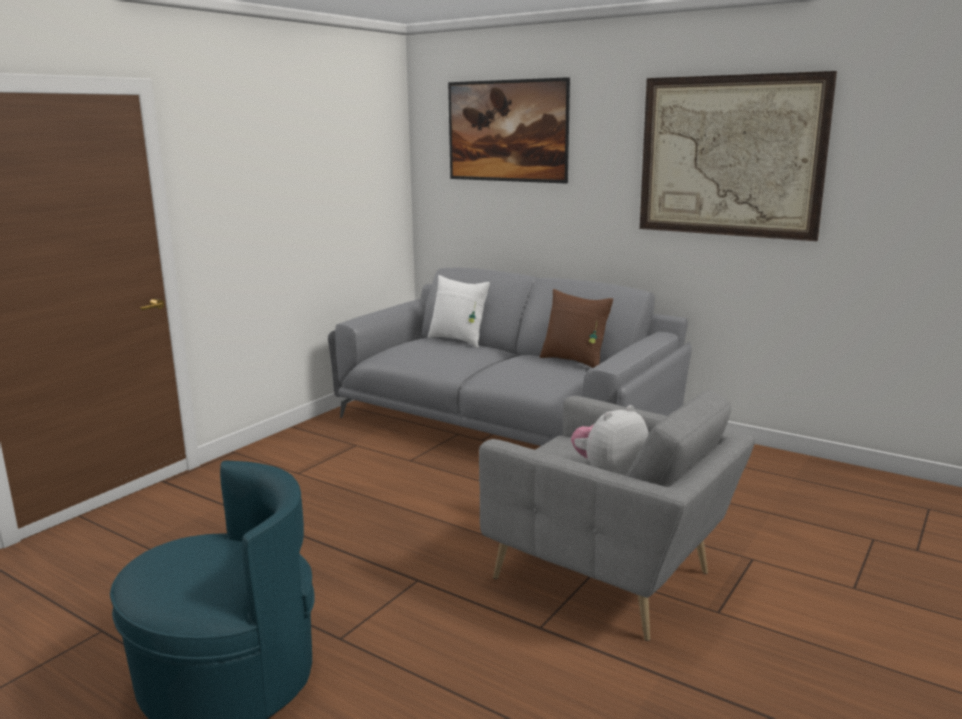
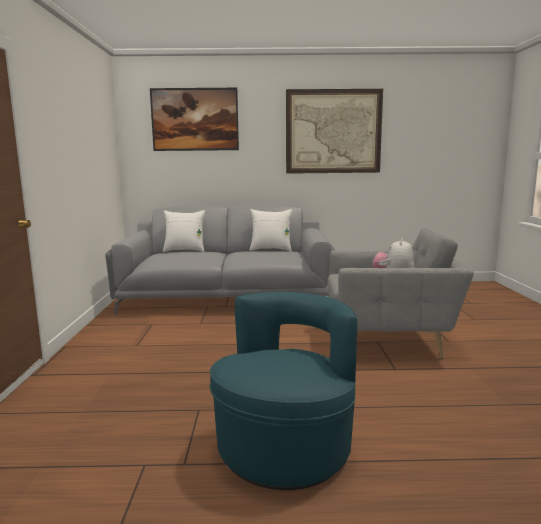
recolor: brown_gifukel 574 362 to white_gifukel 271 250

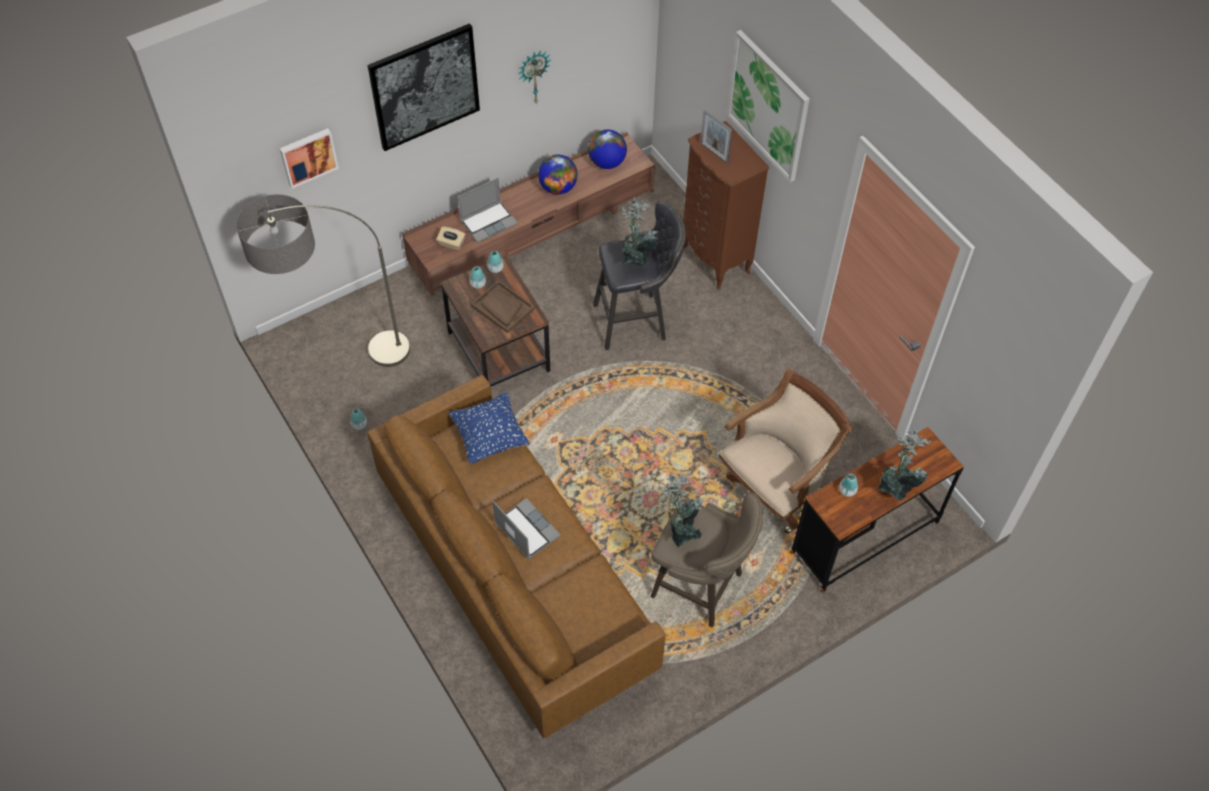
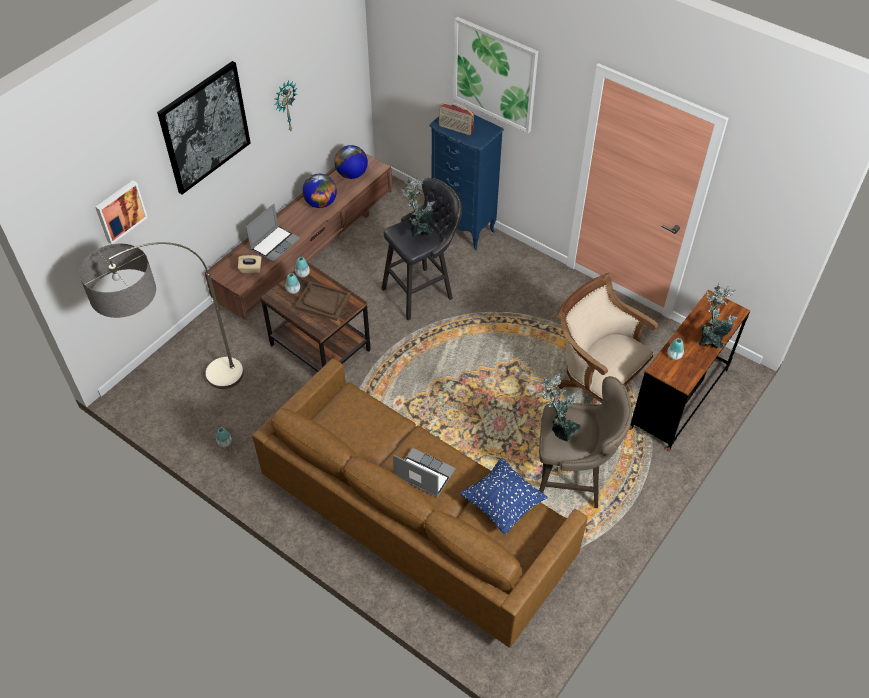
move: blue_gifukel 490 437 to 502 504
replace: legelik 714 153 to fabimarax 455 129
recolor: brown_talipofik 713 261 to blue_talipofik 462 230
rotate: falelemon 774 493 = 594 388 75 degrees counterclockwise

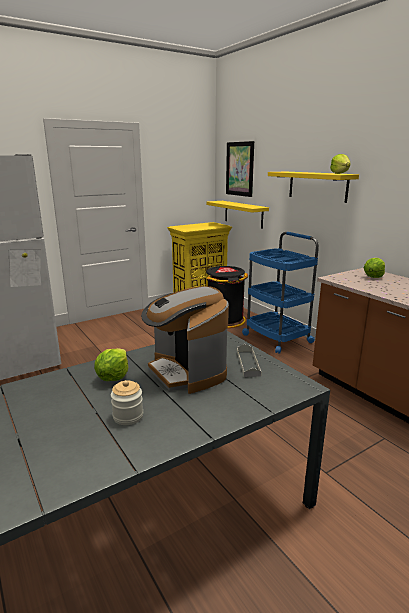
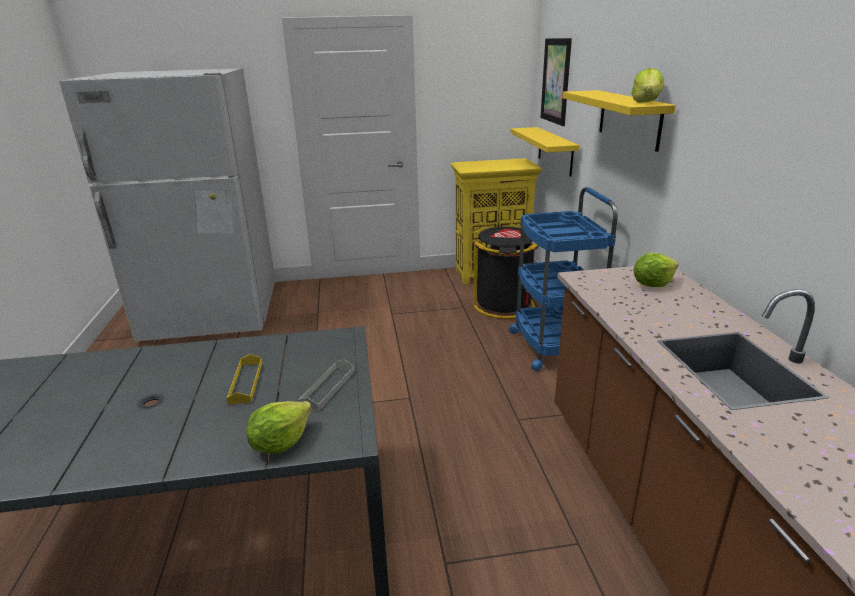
delete: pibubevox 128 416
move: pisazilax 113 377 to 280 443
replace: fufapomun 186 372 to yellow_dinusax 246 382

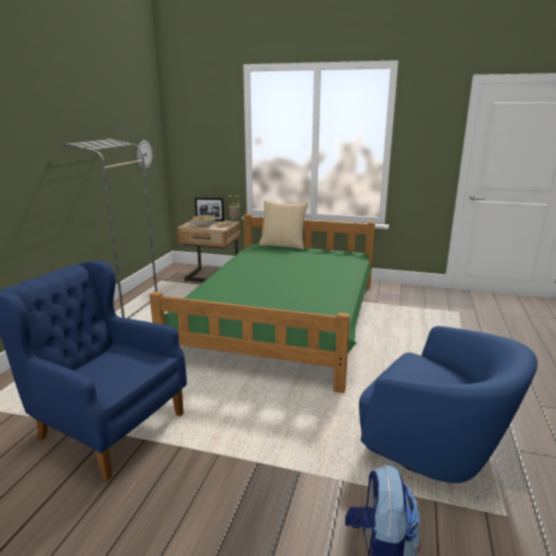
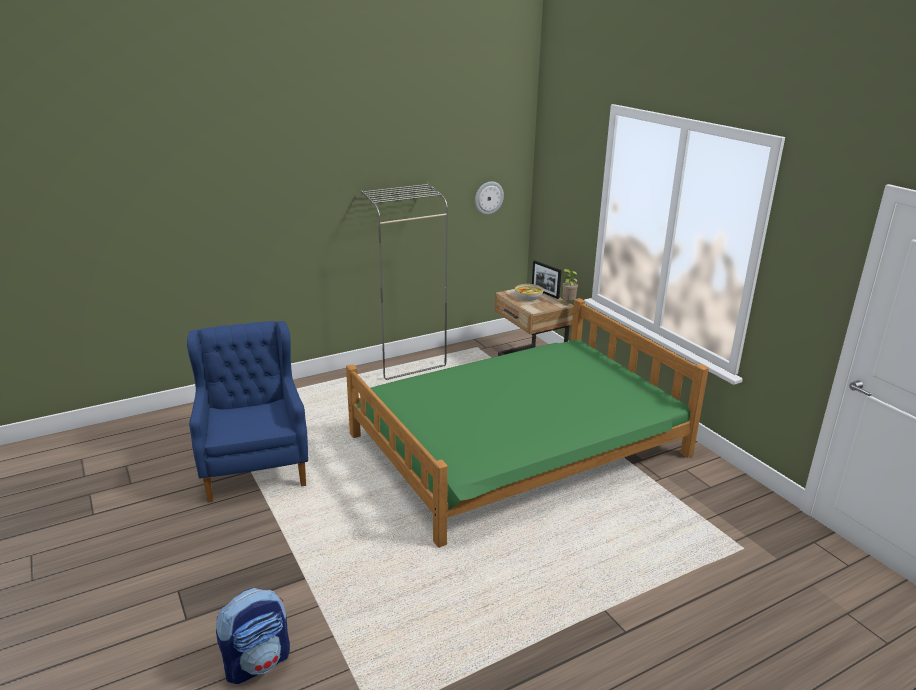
delete: beige_gifukel 283 245; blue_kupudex 434 448

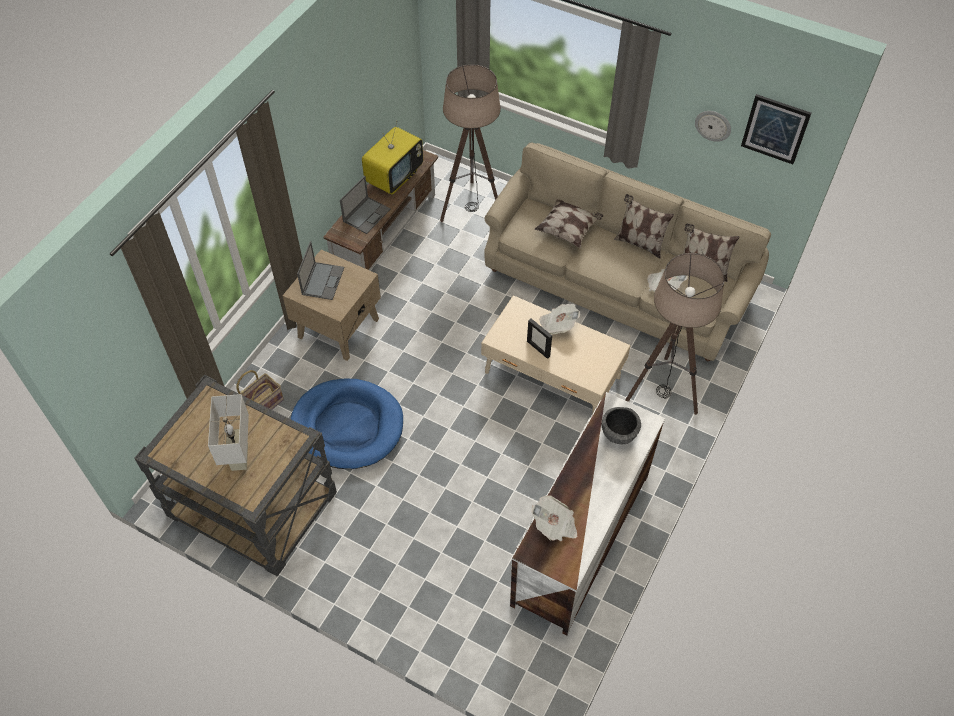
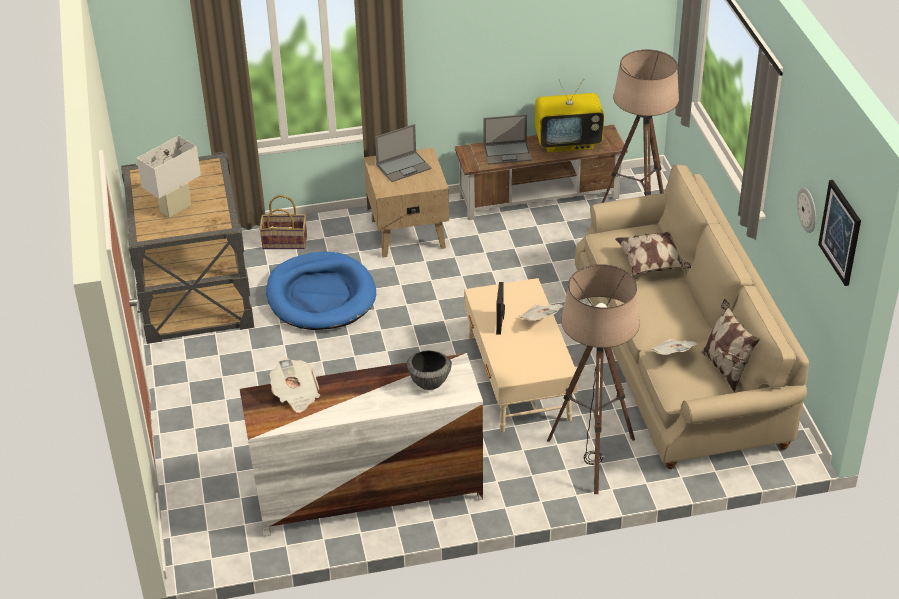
delete: gifukel 639 243

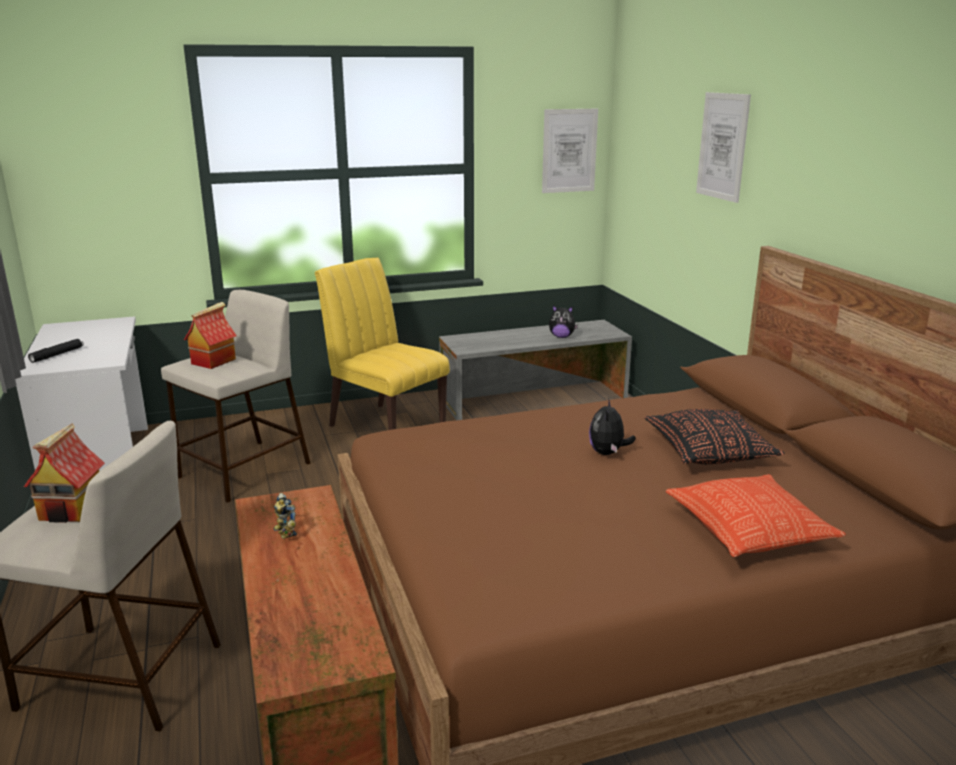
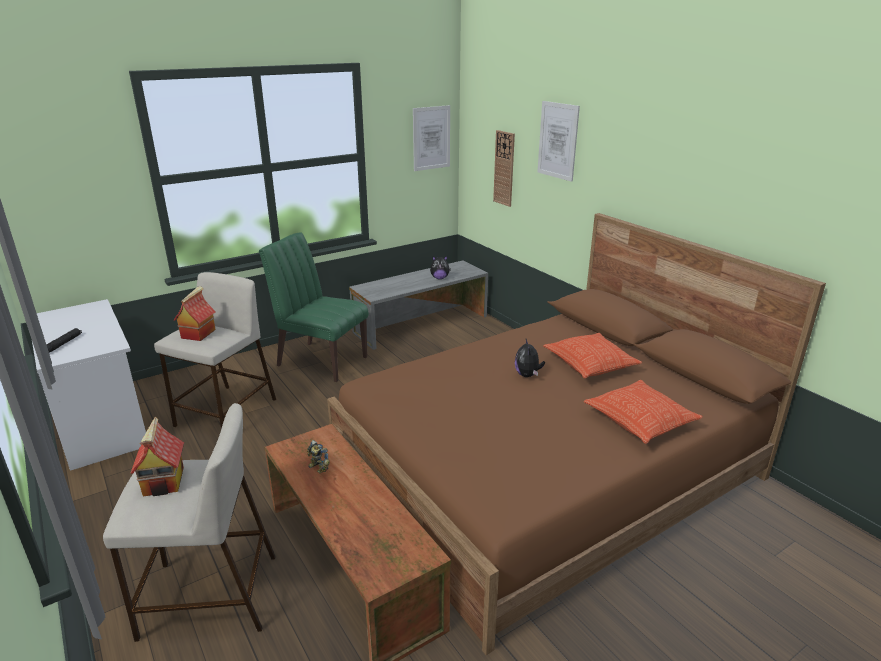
insert: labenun 504 168
recolor: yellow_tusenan 387 428 to green_tusenan 323 361; black_gifukel 709 452 to orange_gifukel 590 365

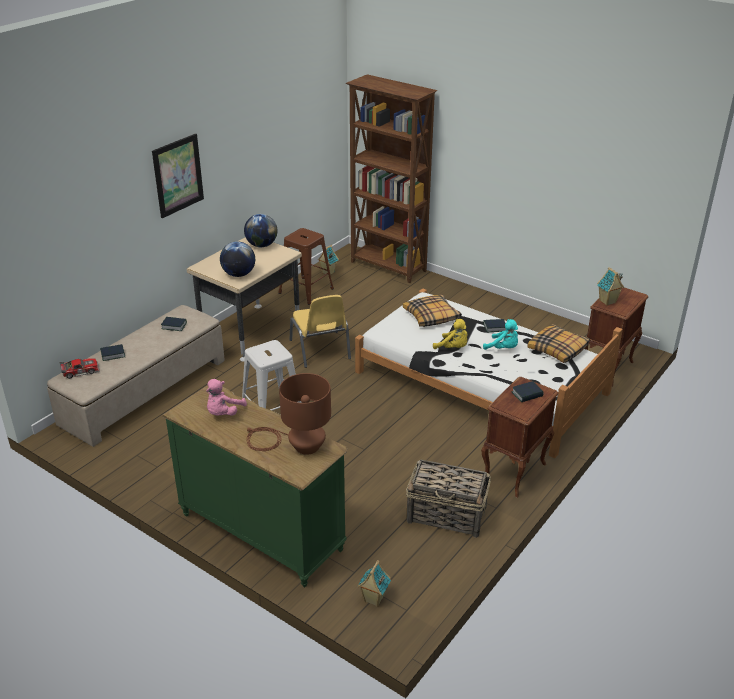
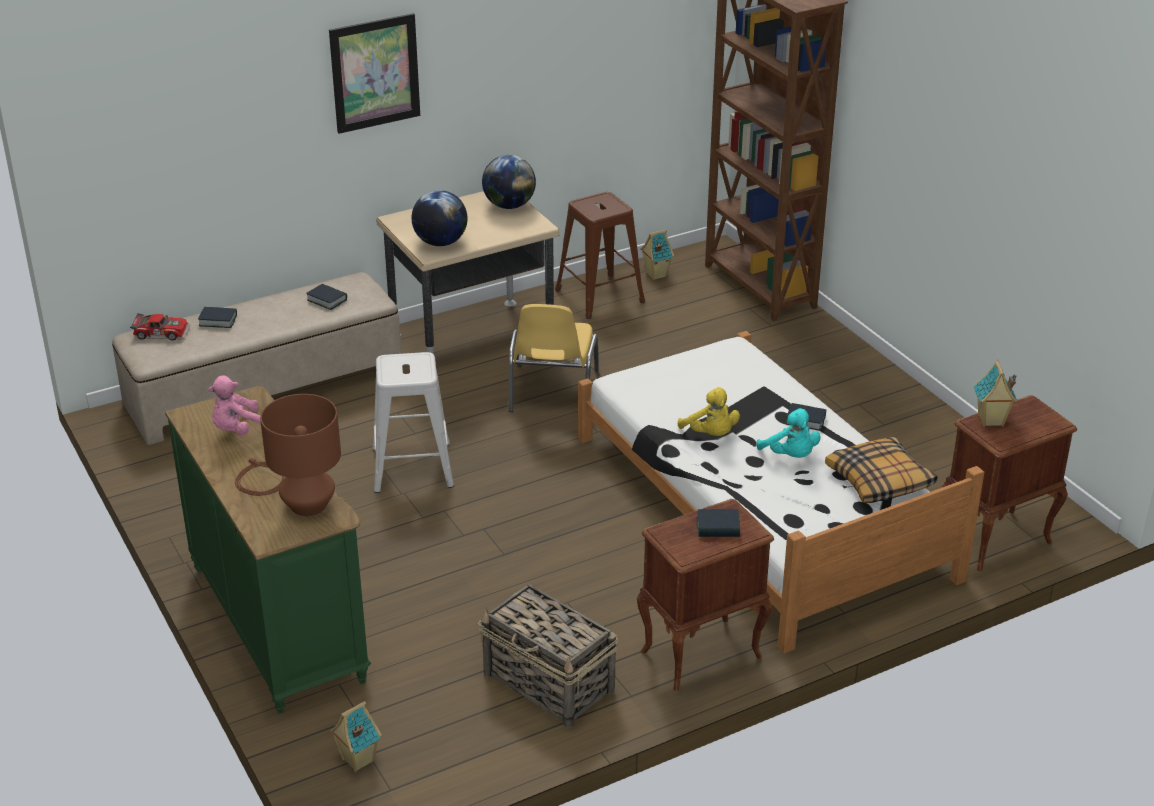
delete: gifukel 431 317

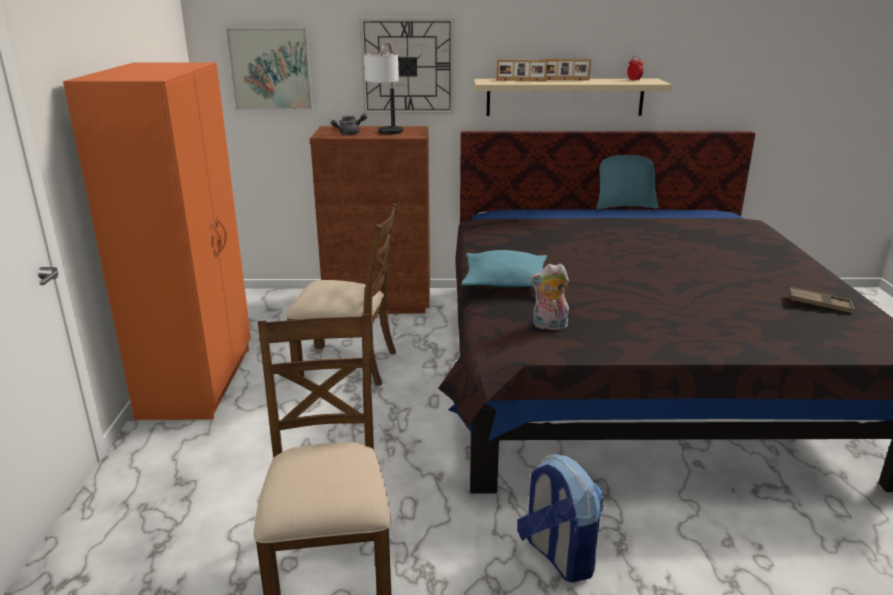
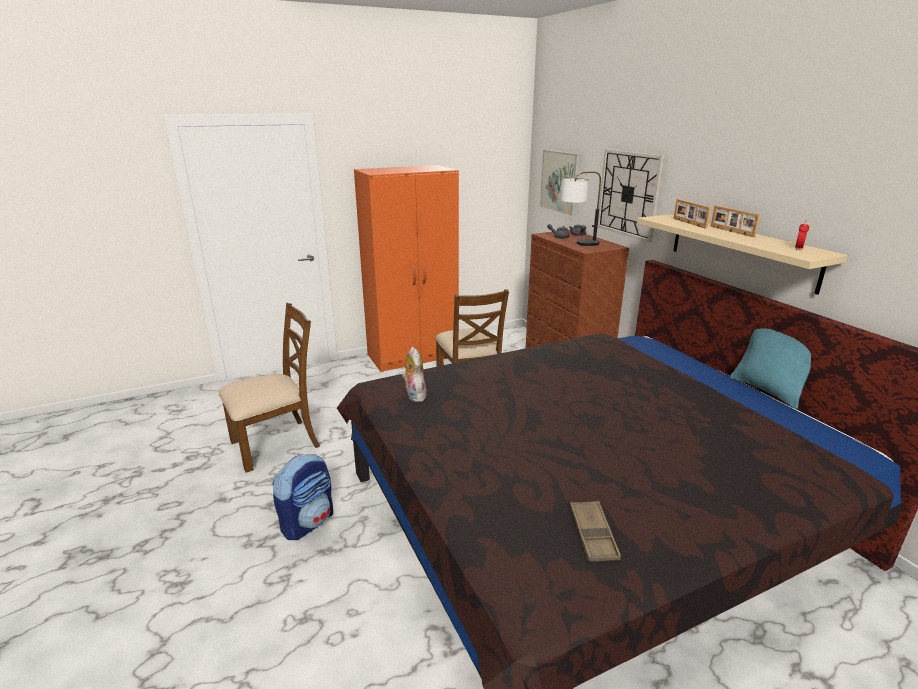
delete: turquoise_gifukel 505 281

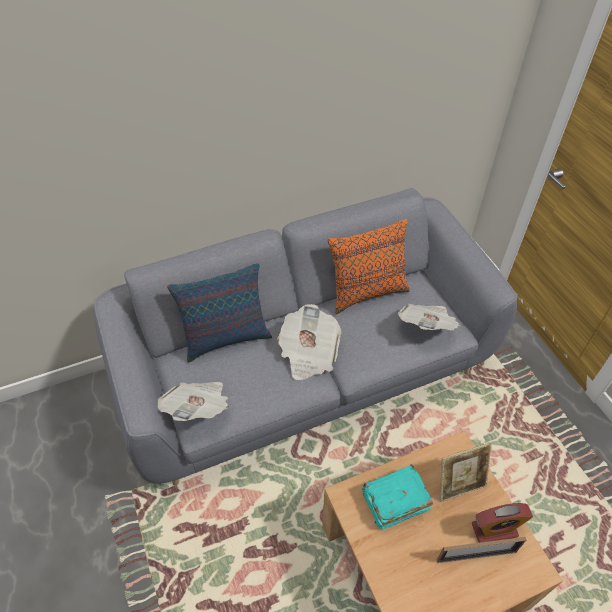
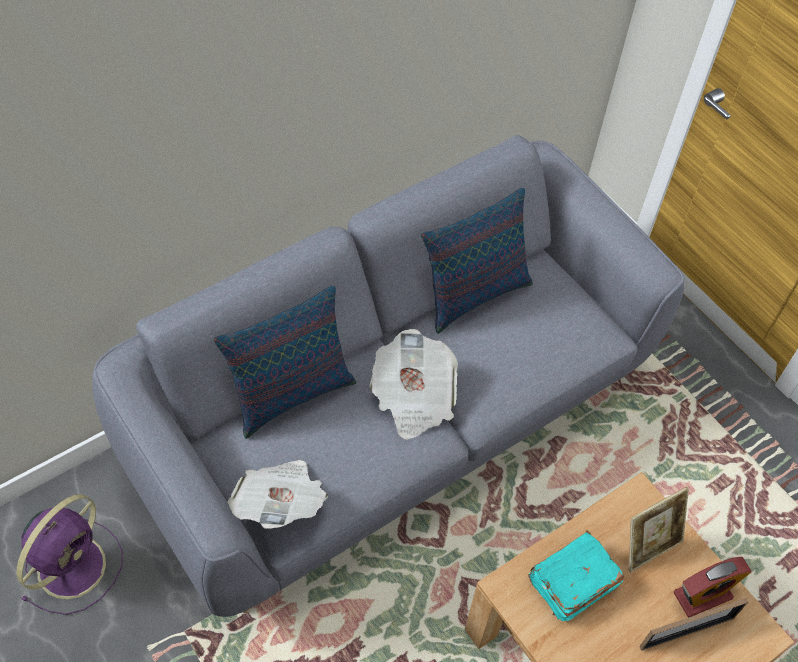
delete: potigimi 427 326
insert: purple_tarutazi 74 564
recolor: orange_gifukel 368 294 to blue_gifukel 475 296

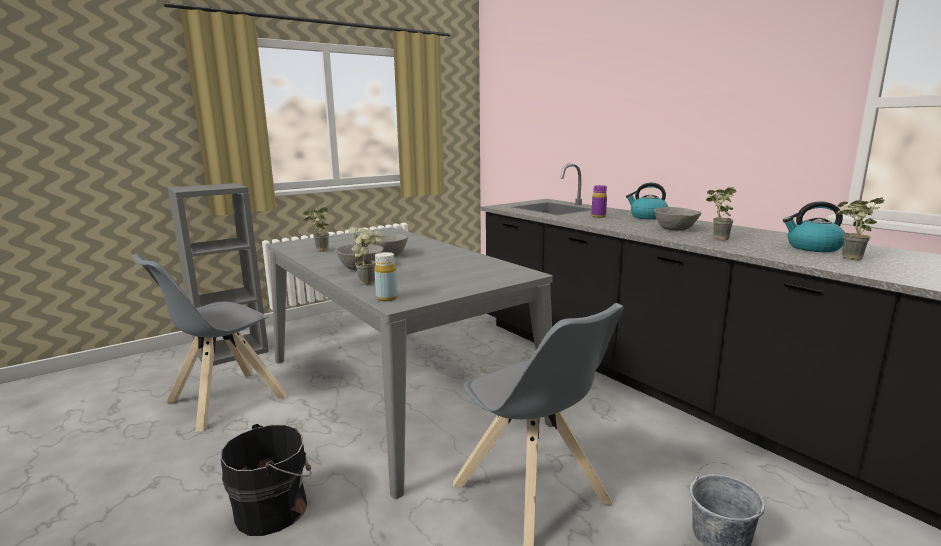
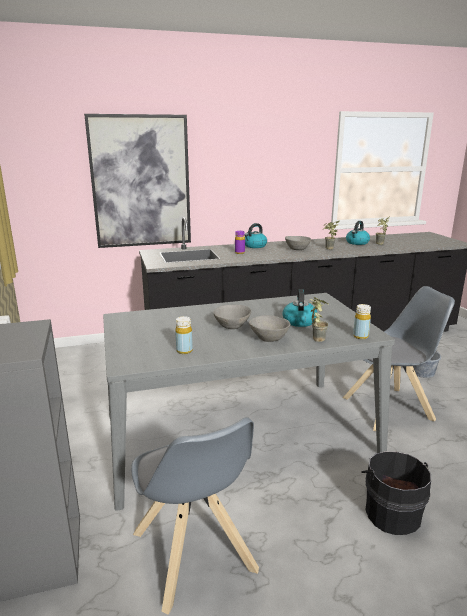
insert: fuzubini 141 182; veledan 299 321
replace: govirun 319 251 to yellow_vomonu 184 351

